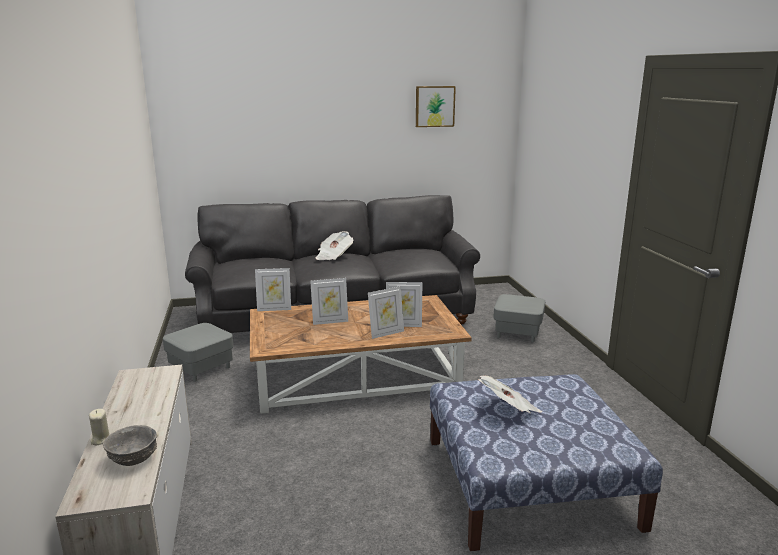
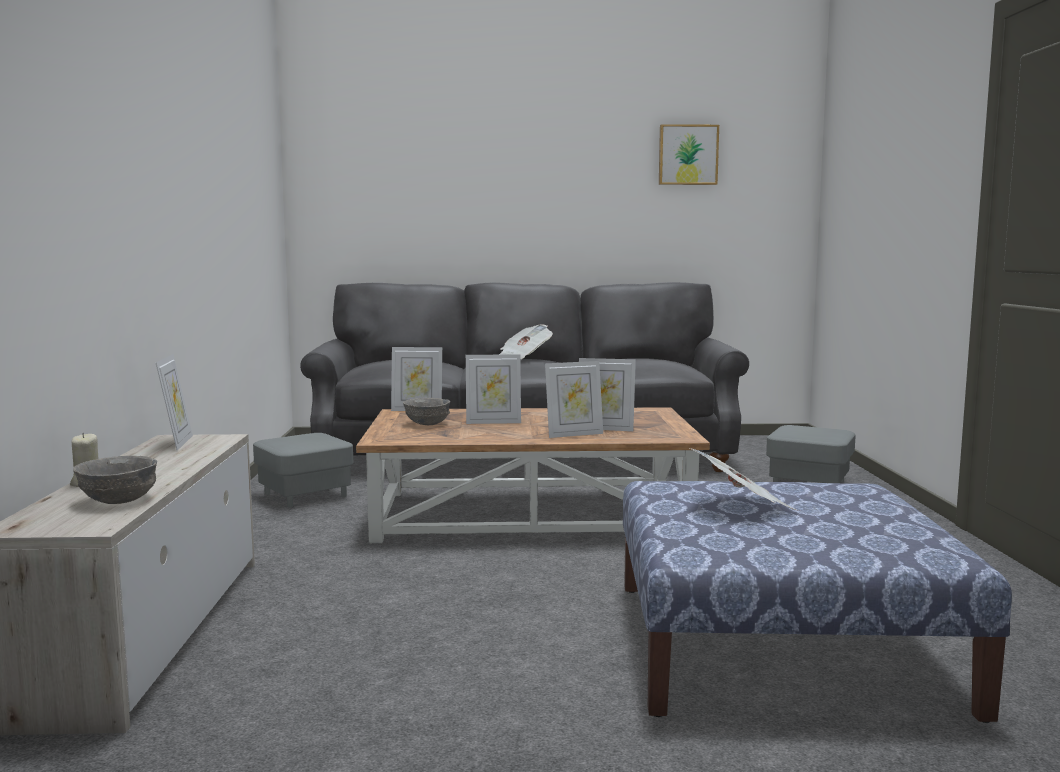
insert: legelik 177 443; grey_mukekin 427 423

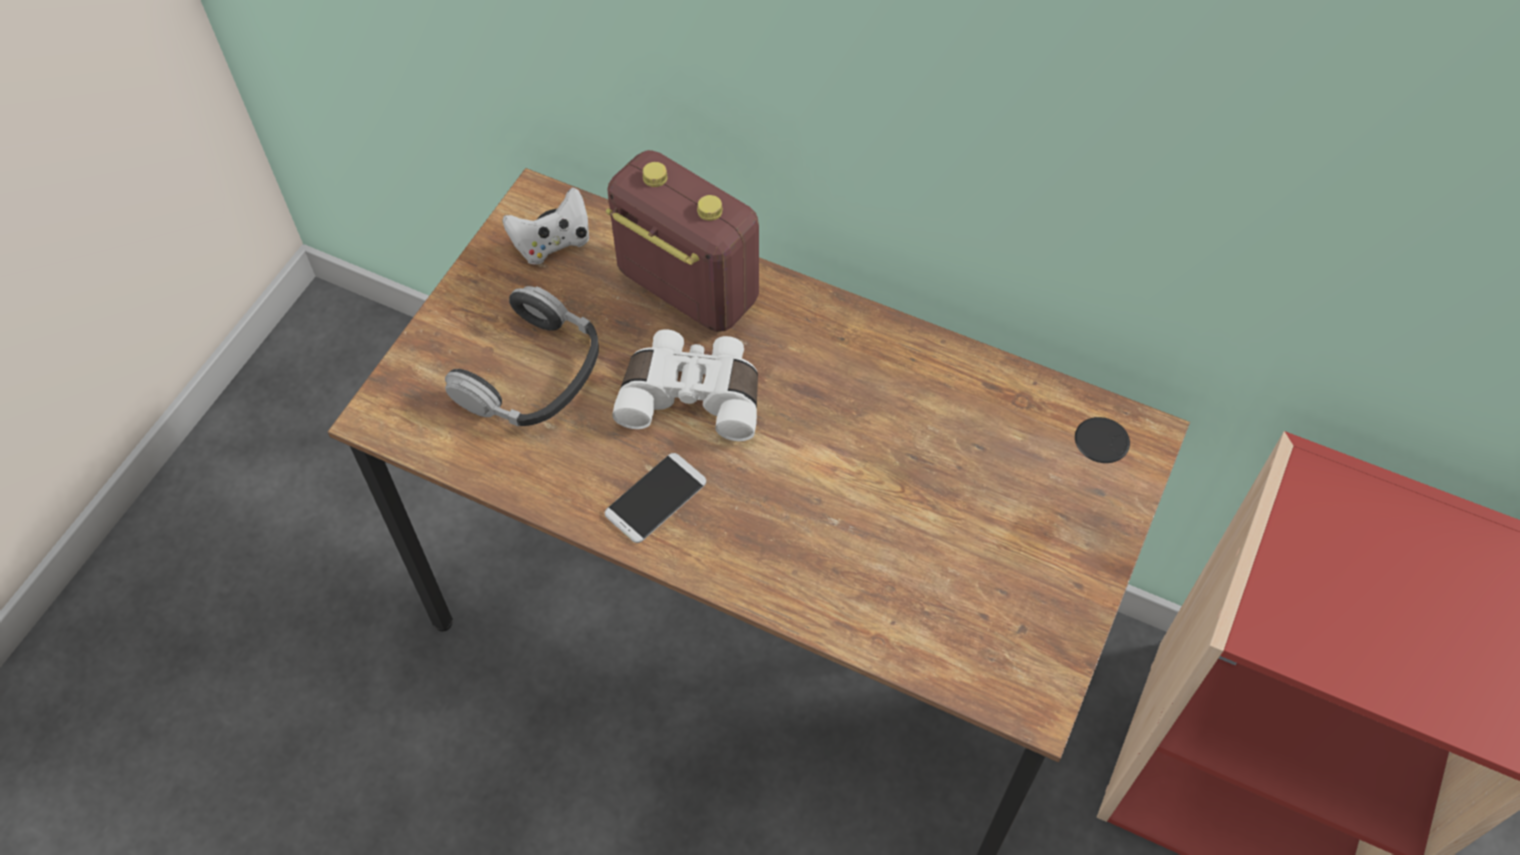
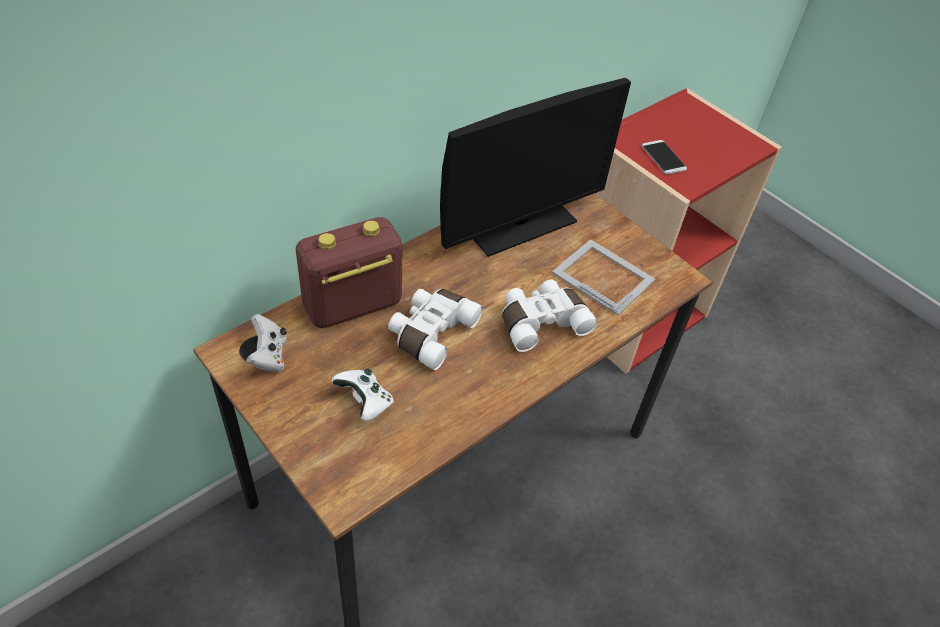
insert: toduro 519 224; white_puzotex 541 321; legelik 602 275
move: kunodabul 656 498 to 663 158
replace: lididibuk 532 374 to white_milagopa 365 402

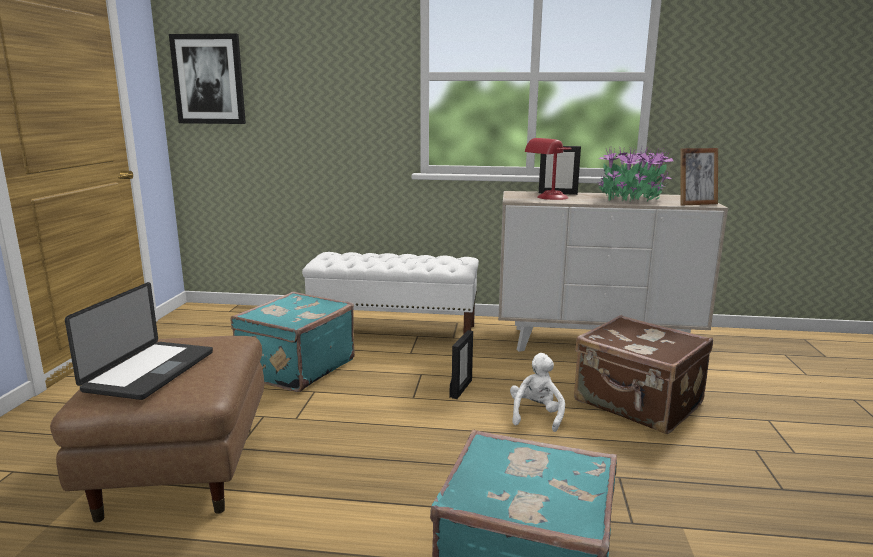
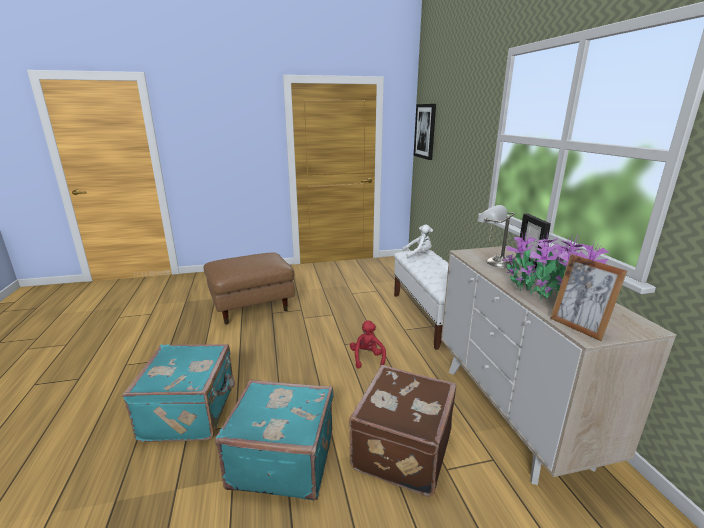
delete: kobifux 150 371
move: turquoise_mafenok 295 368 to 282 459; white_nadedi 536 415 to 418 254
replace: legelik 461 388 to red_nadedi 367 358
recolor: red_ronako 548 198 to white_ronako 494 261

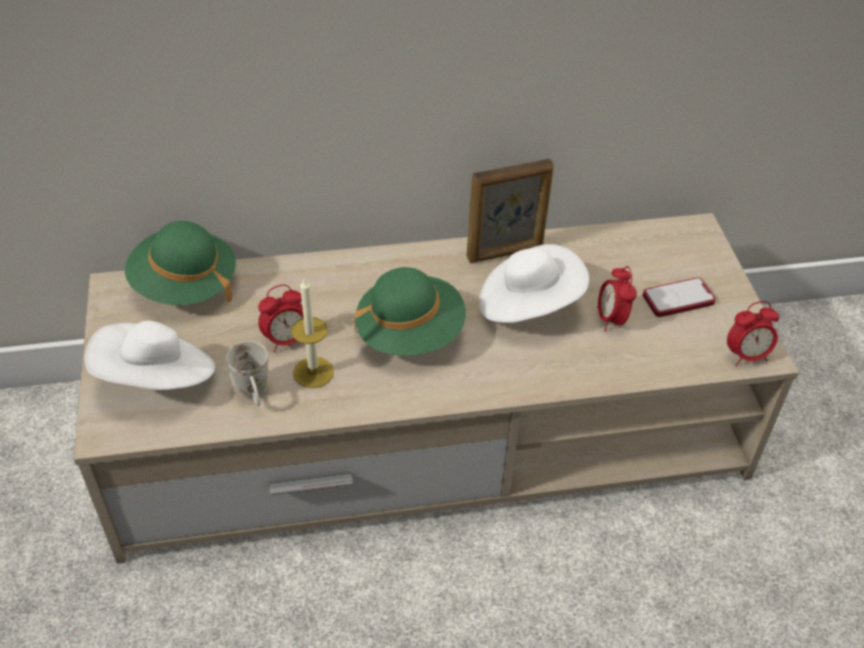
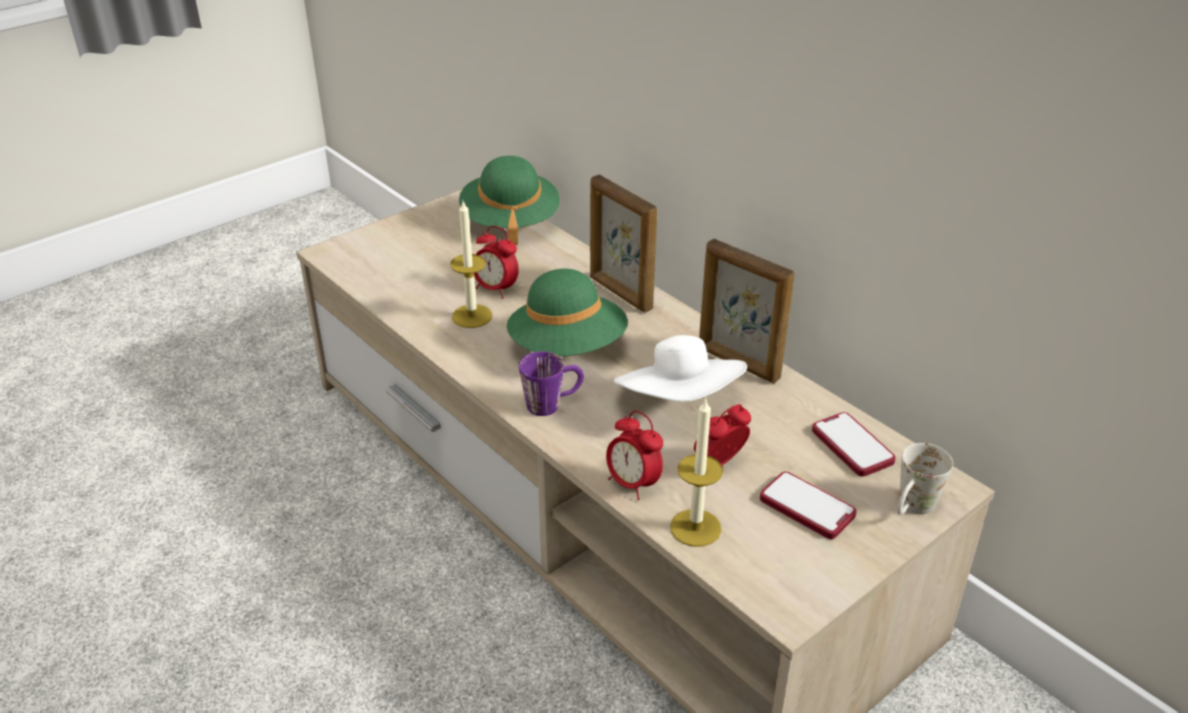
delete: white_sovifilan 157 379
insert: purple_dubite 553 403; legelik 620 293; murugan 695 528; kunodabul 852 446
move: white_dubite 255 395 to 912 509; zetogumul 746 356 to 633 484

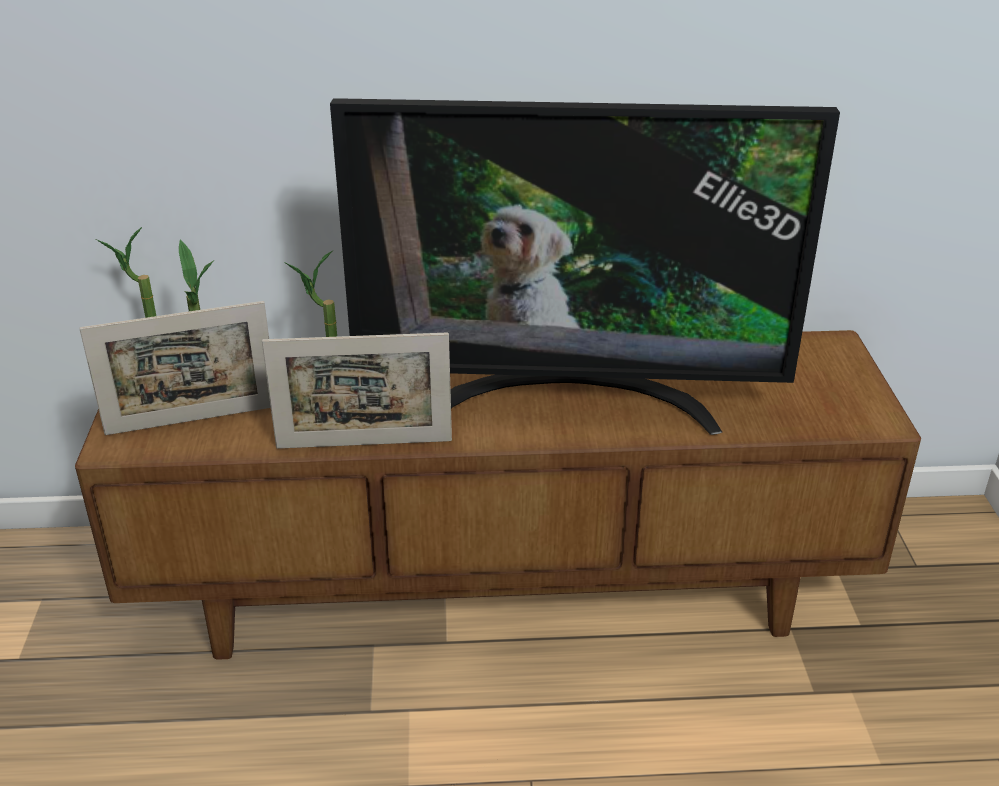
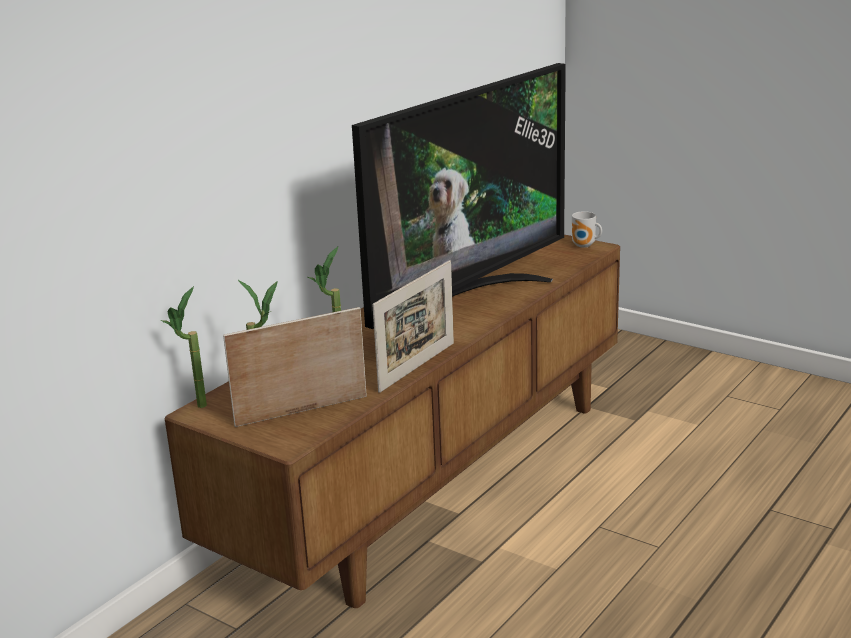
insert: dubite 584 246
rotate: legelik 193 420 = 301 411 135 degrees counterclockwise

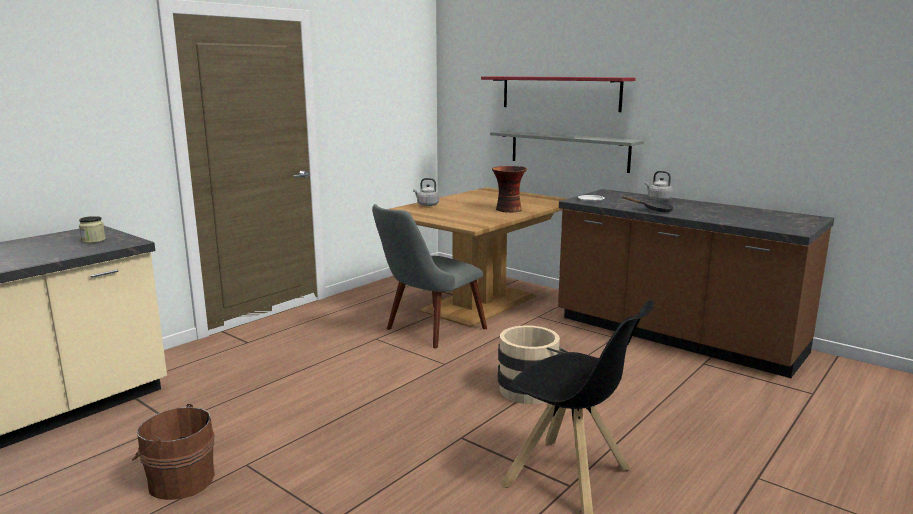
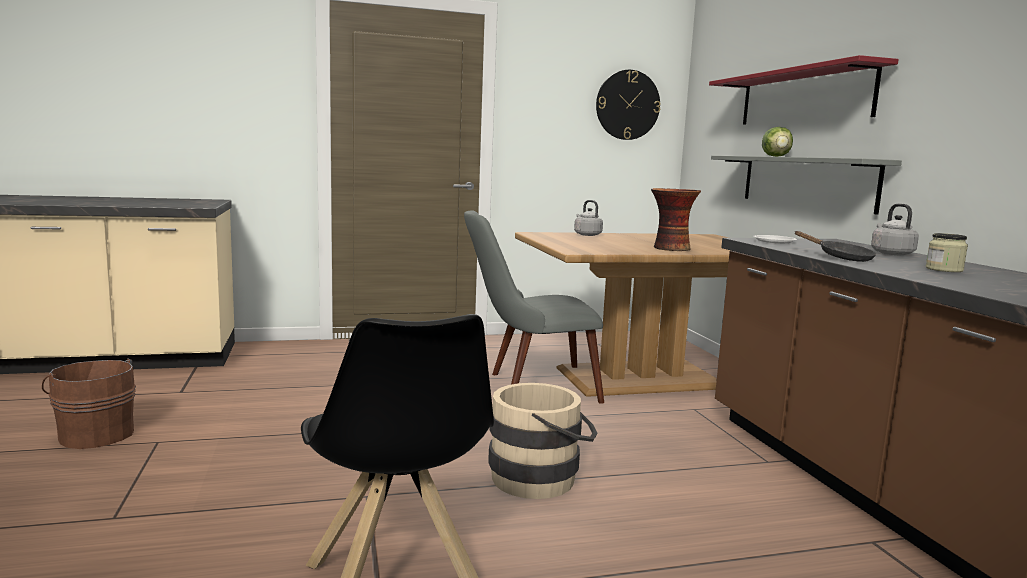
insert: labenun 627 105; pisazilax 777 156
move: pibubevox 93 240 to 944 269

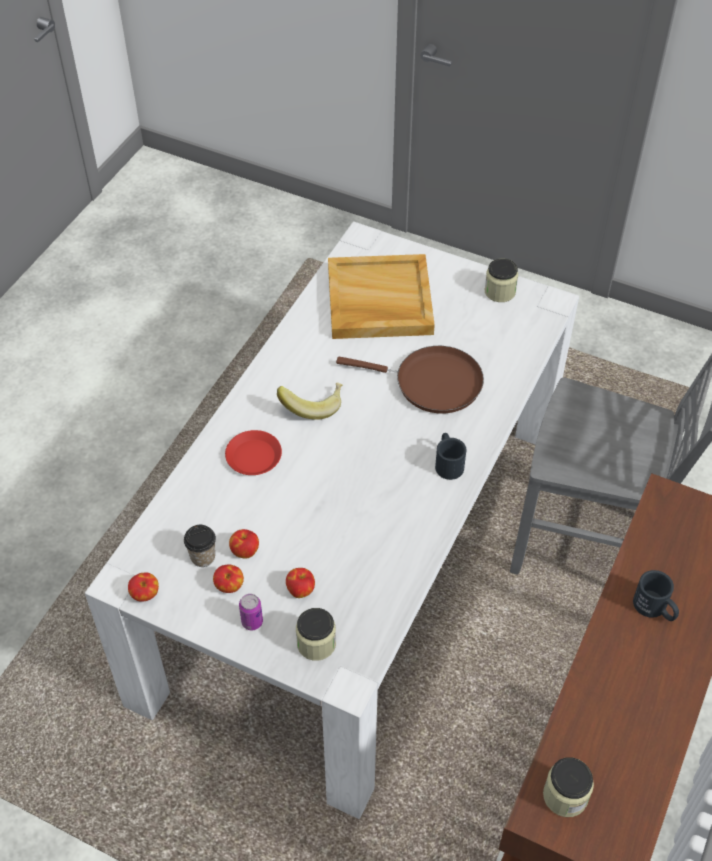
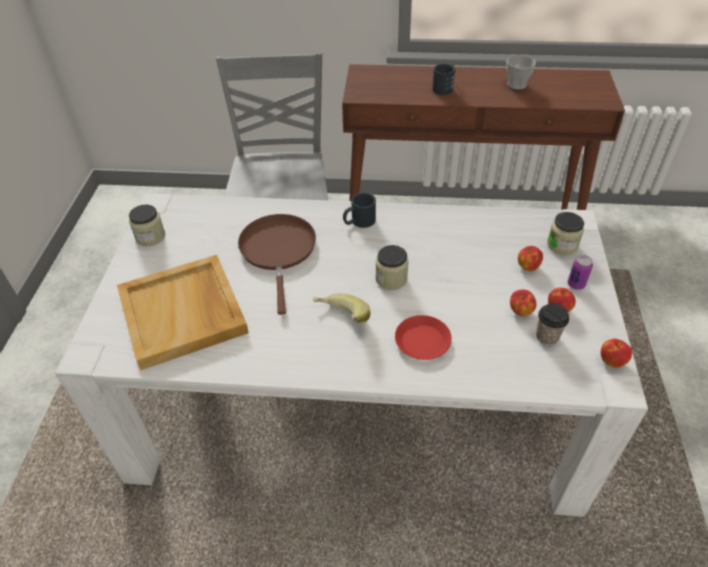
insert: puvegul 516 84
move: pibubevox 565 795 to 391 279

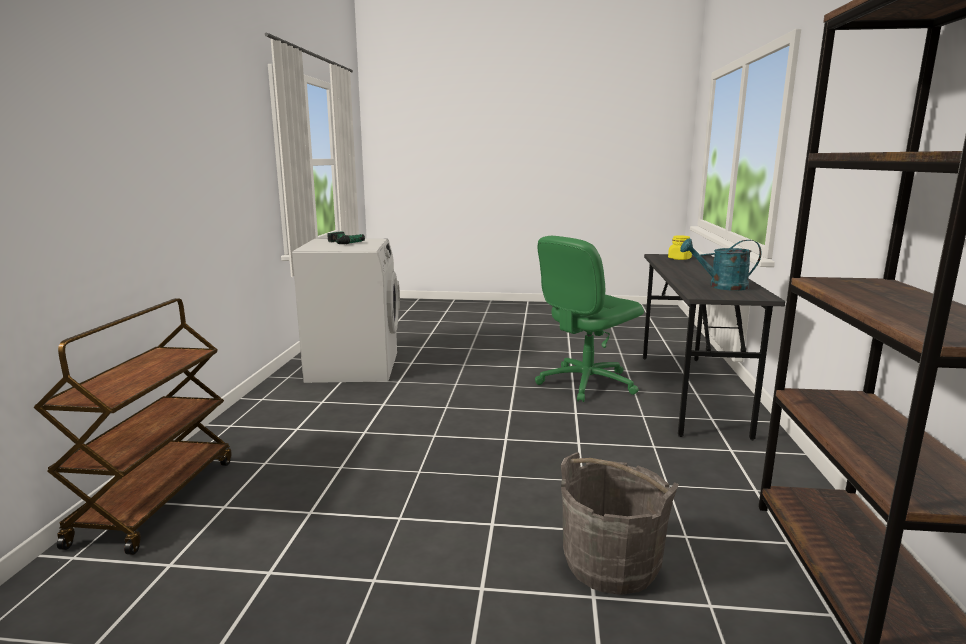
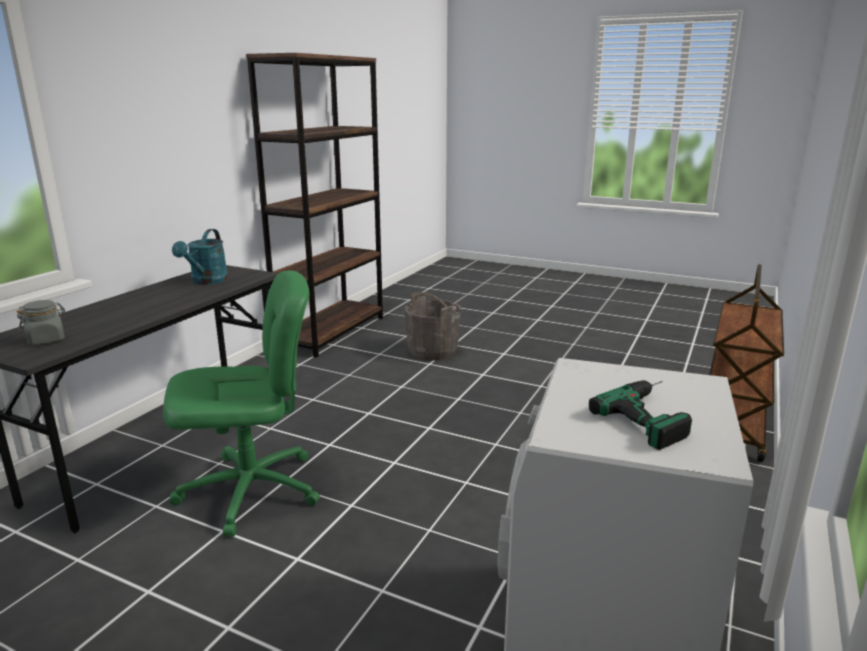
recolor: yellow_pibubevox 679 259 to grey_pibubevox 46 340
rotate: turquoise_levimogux 721 287 = 206 281 75 degrees clockwise

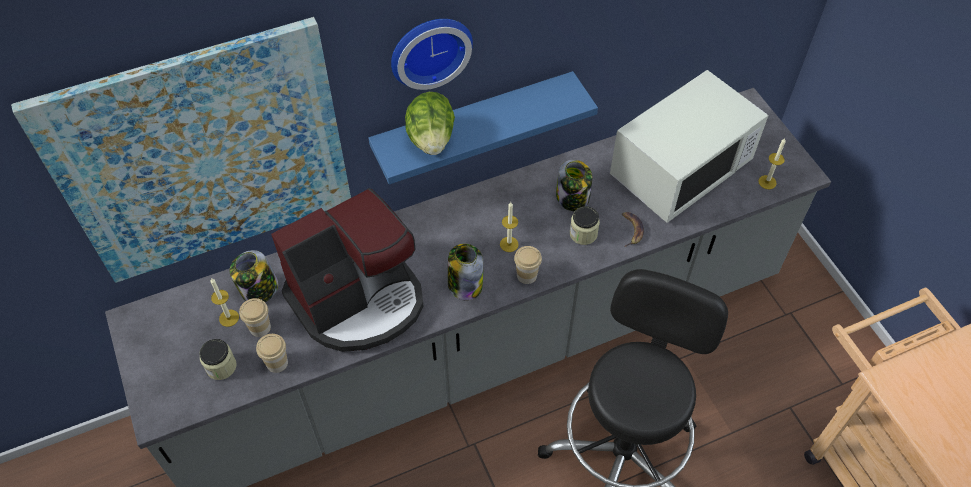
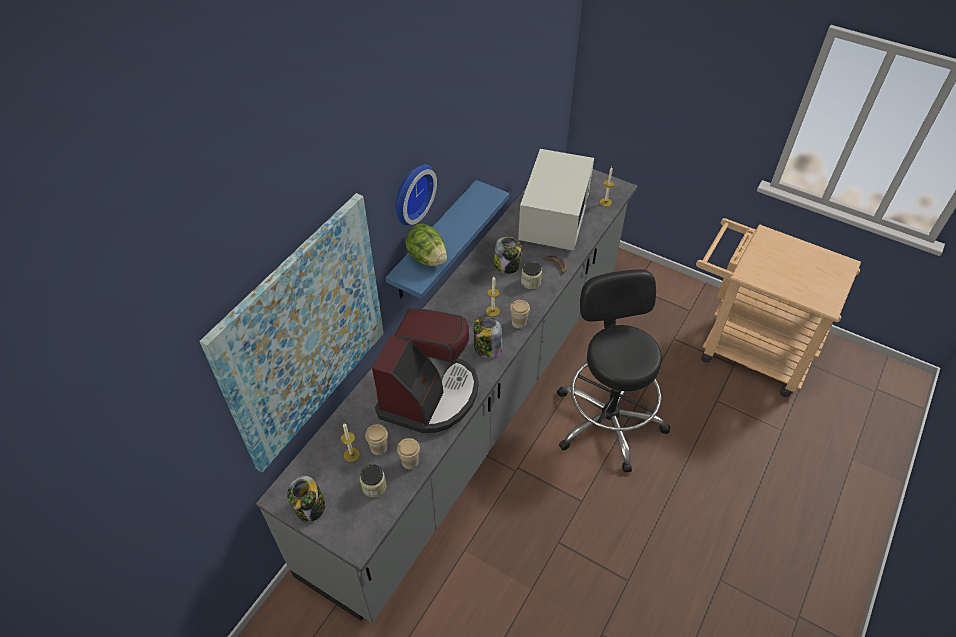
move: pibubevox 259 290 to 310 508

